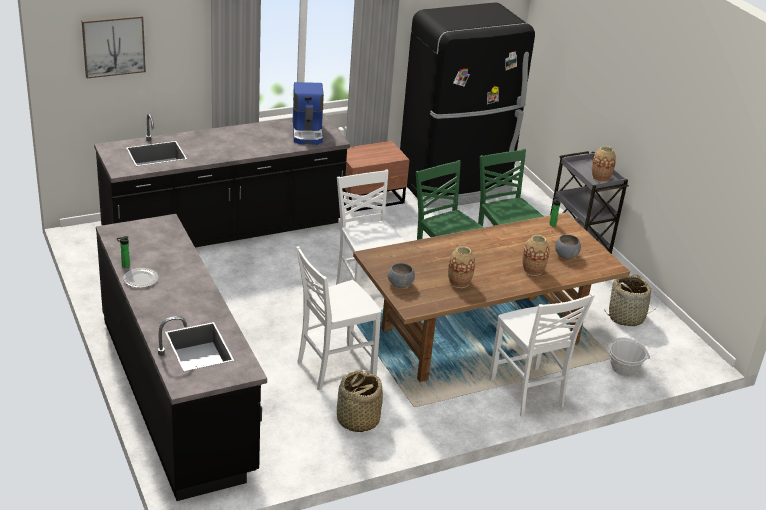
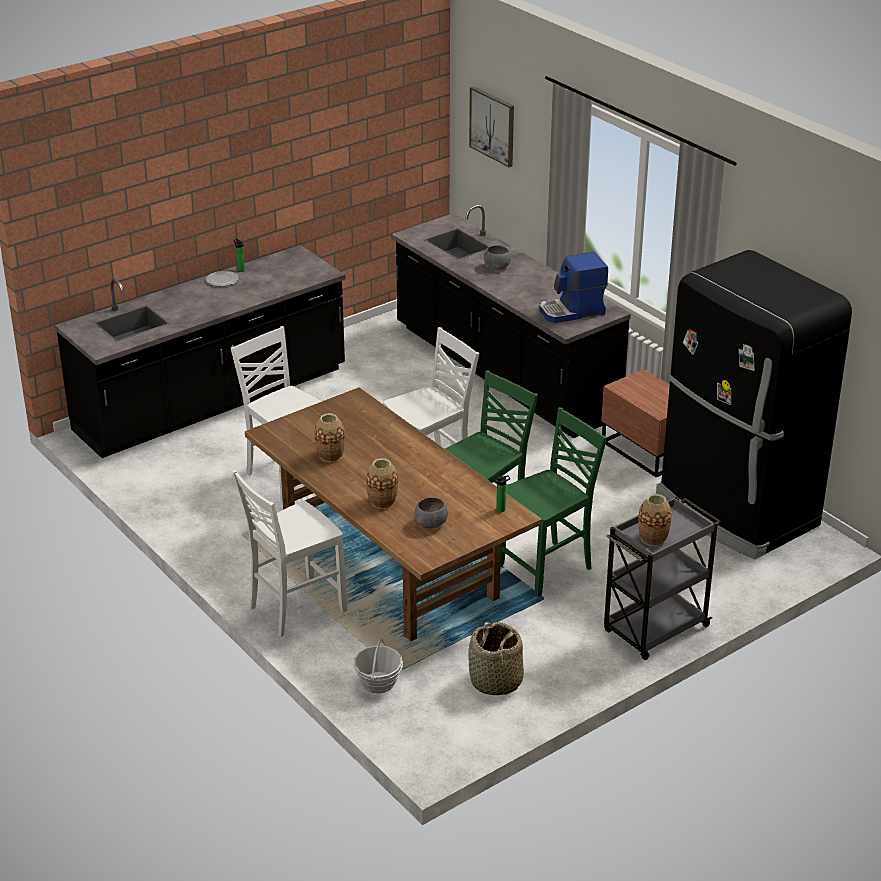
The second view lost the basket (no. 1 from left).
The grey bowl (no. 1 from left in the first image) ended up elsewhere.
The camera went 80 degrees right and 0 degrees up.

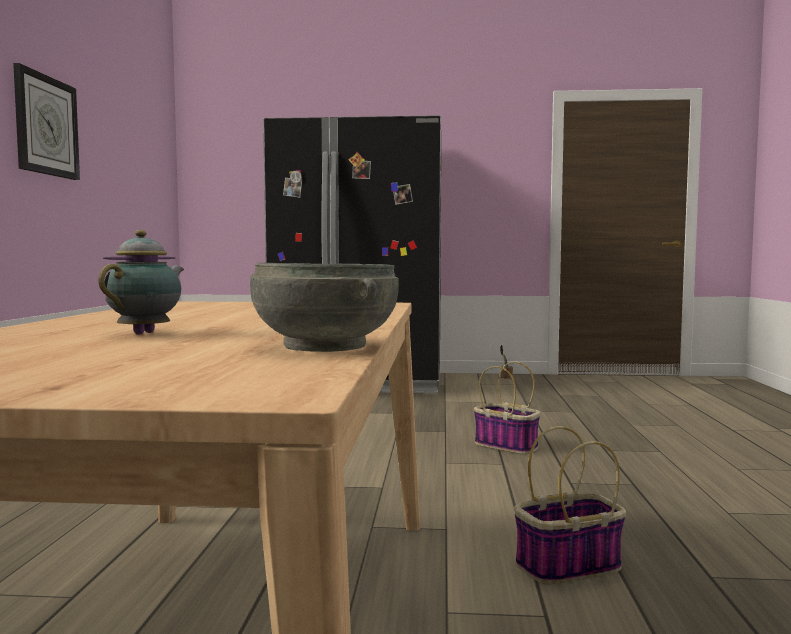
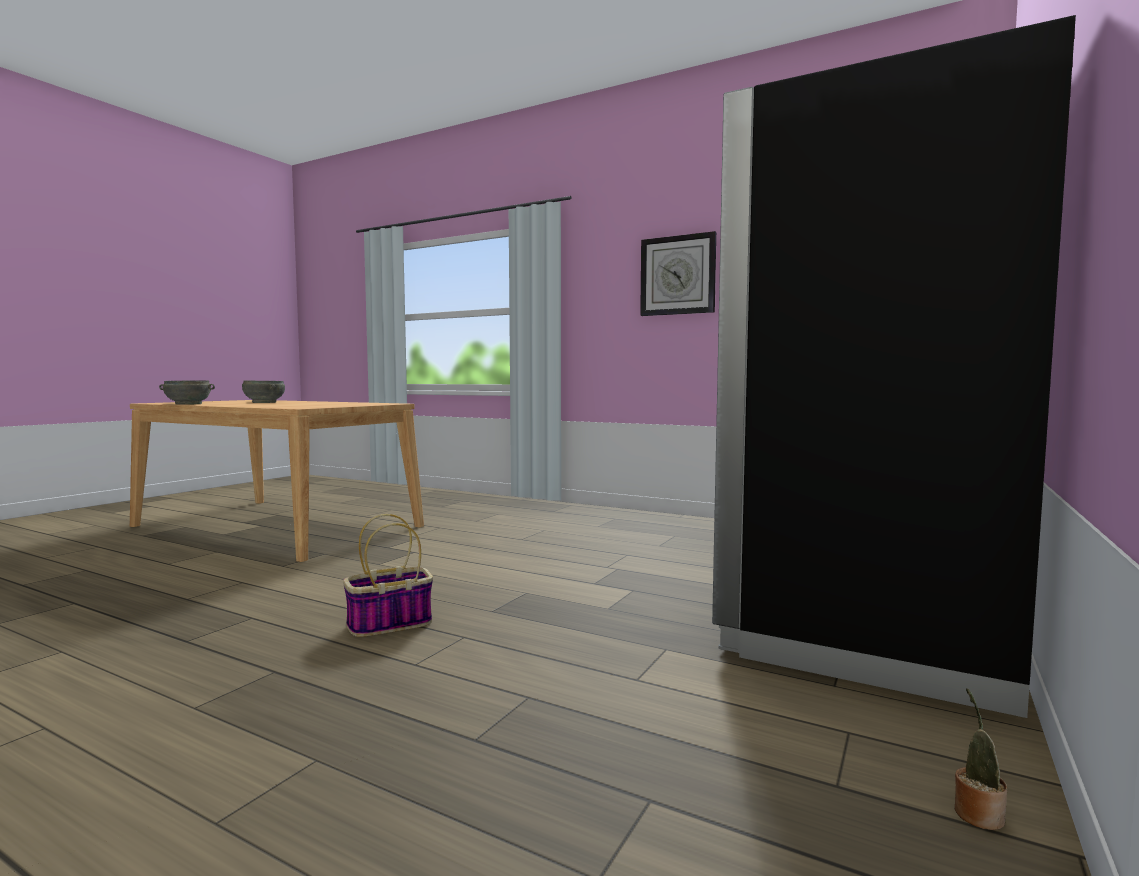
The second view lost the basket (no. 2 from left).
Where the teapot stood, the grey bowl (no. 2 from left) came to stand.
The camera went 115 degrees right and 0 degrees up.

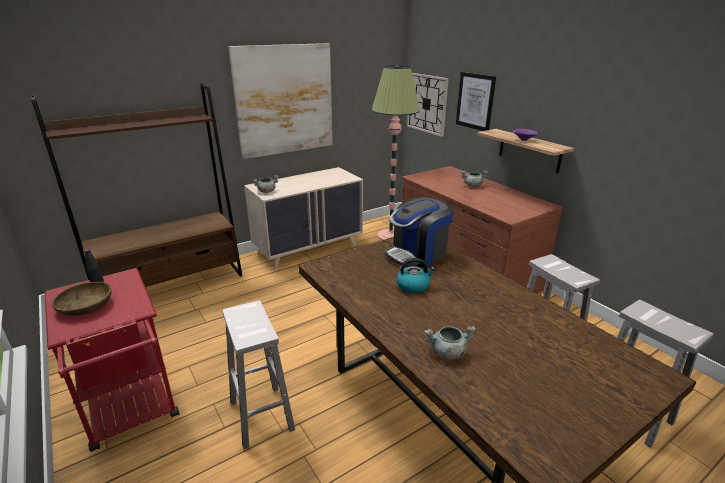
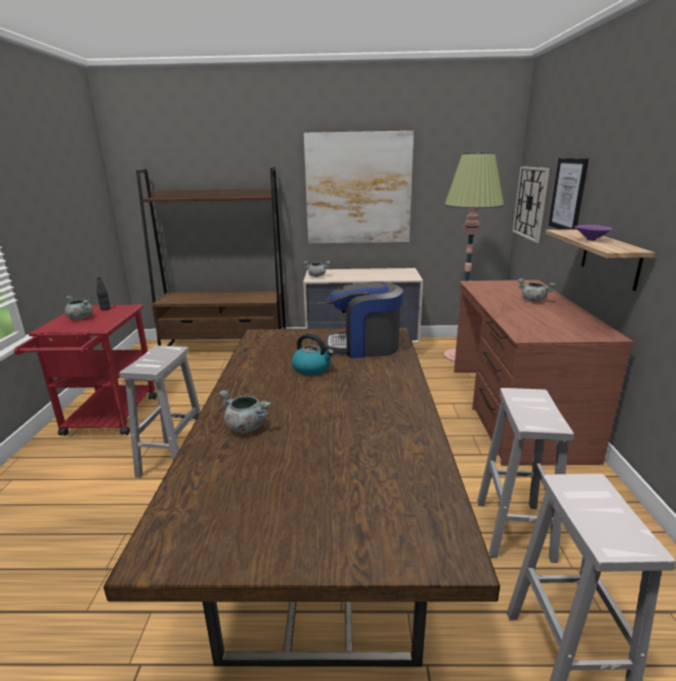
Where the brown bowl stood, the grey cooking pot (no. 1 from left) came to stand.
The camera went 35 degrees right and 5 degrees down.

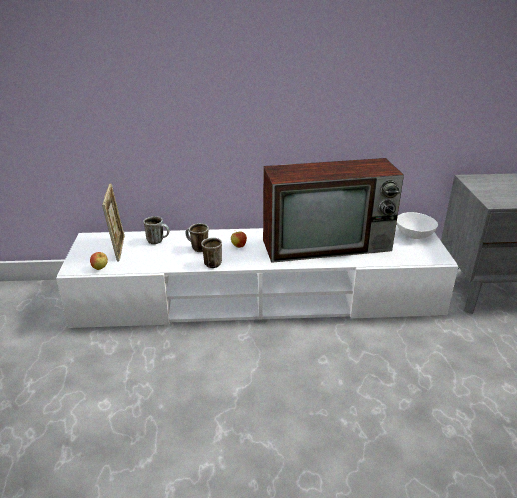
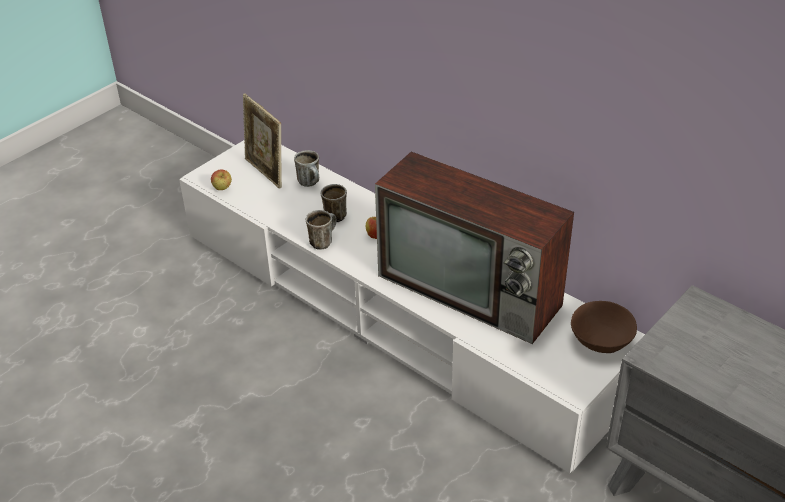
What was the white bowl turned into the brown bowl.
The picture frame ended up facing another way, 105 degrees clockwise from before.
The camera went 45 degrees right and 10 degrees up.

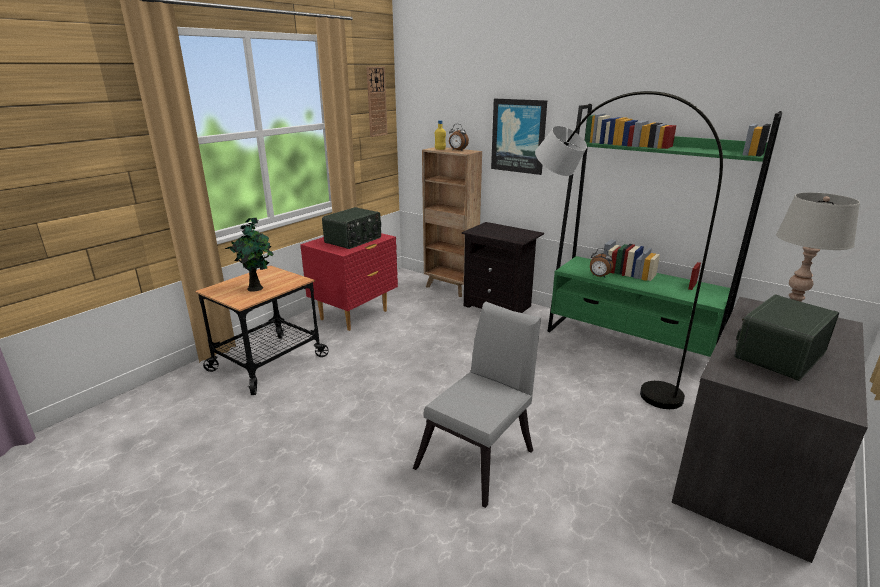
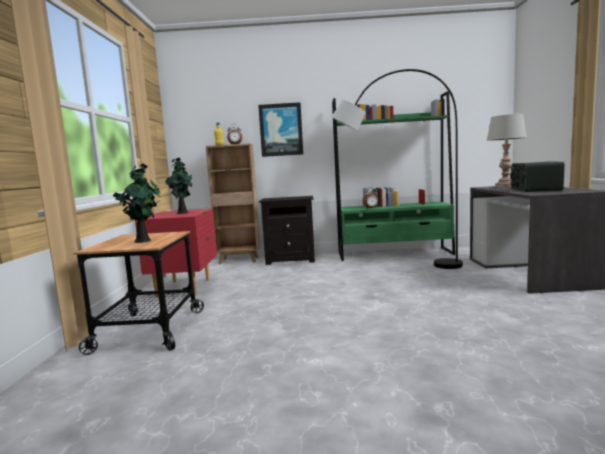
The second view lost the wall clock.
The second view lost the grey chair.
Where the radio (no. 1 from left) stood, the potted plant (no. 2 from left) came to stand.
The camera went 35 degrees left and 15 degrees down.

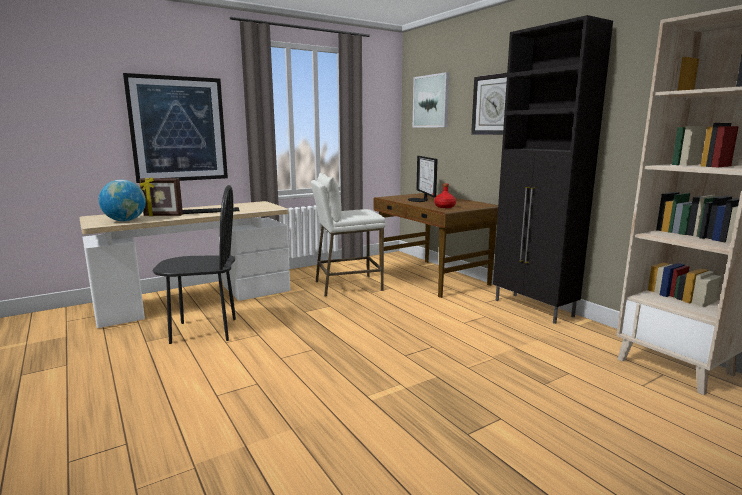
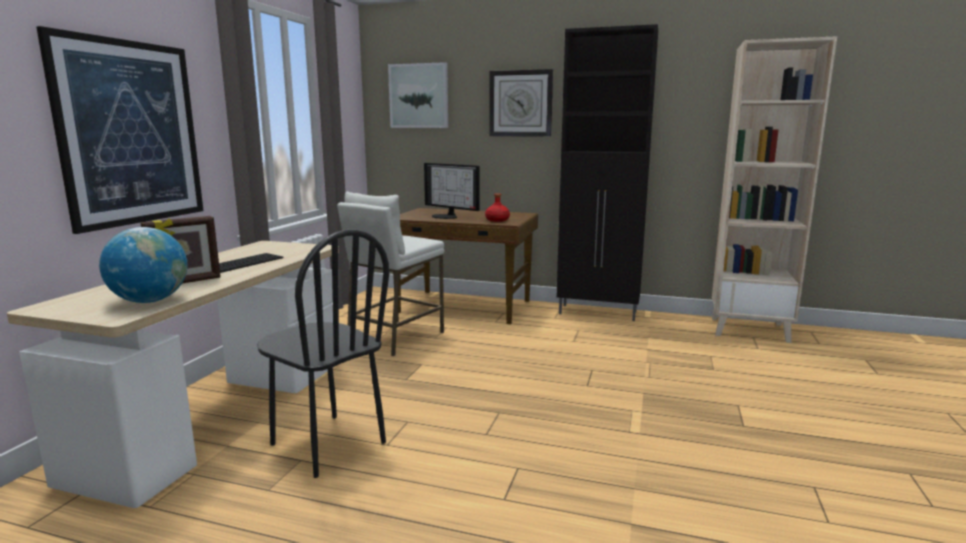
The black chair ended up facing another way, 90 degrees clockwise from before.
The camera went 40 degrees left and 0 degrees up.

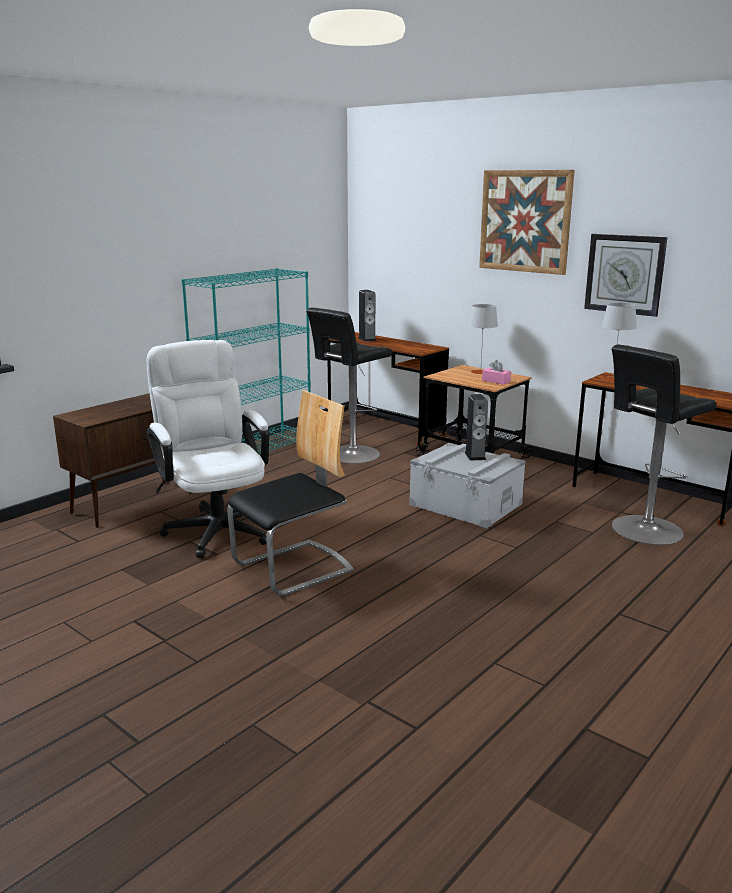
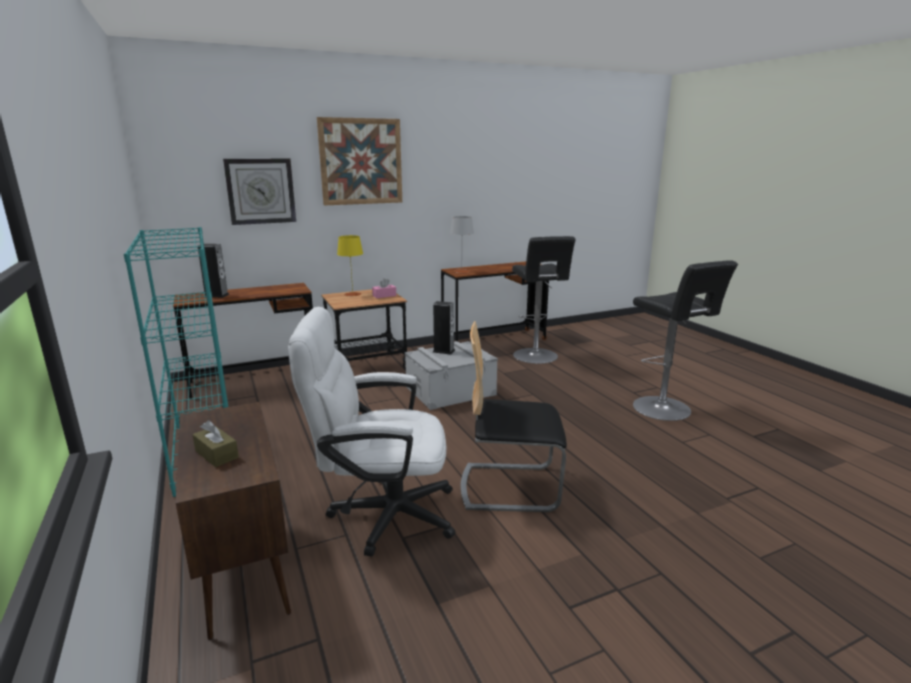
The second view gained the brown tissue box.
The black stool (no. 1 from left in the first image) ended up elsewhere.
The wall clock ended up elsewhere.
What was the grey table lamp (no. 1 from left) turned into the yellow table lamp.
The chair ended up facing another way, 75 degrees counterclockwise from before.
The camera went 65 degrees left and 0 degrees up.

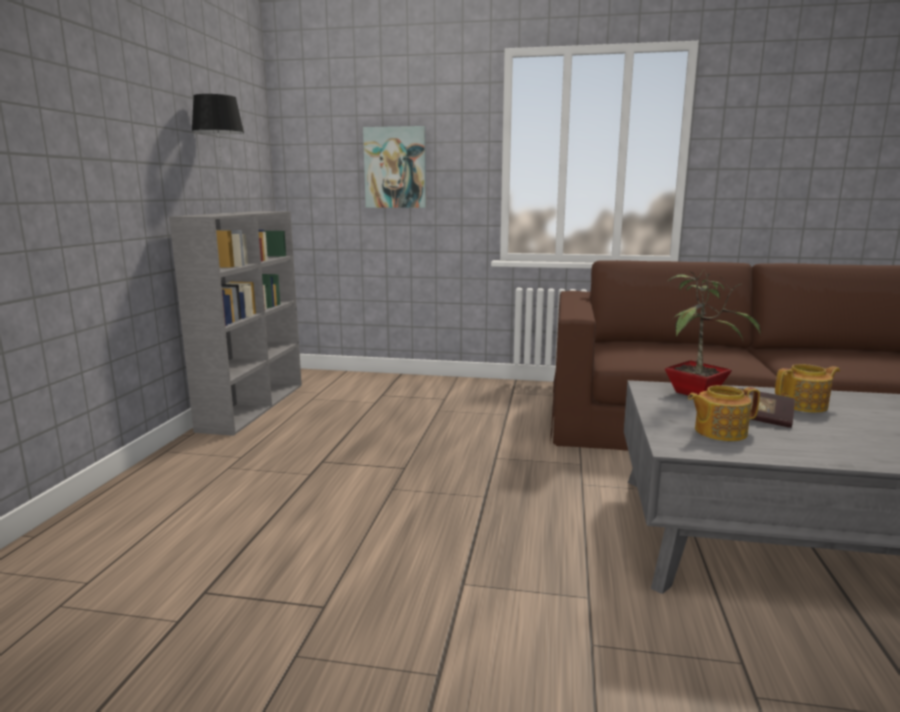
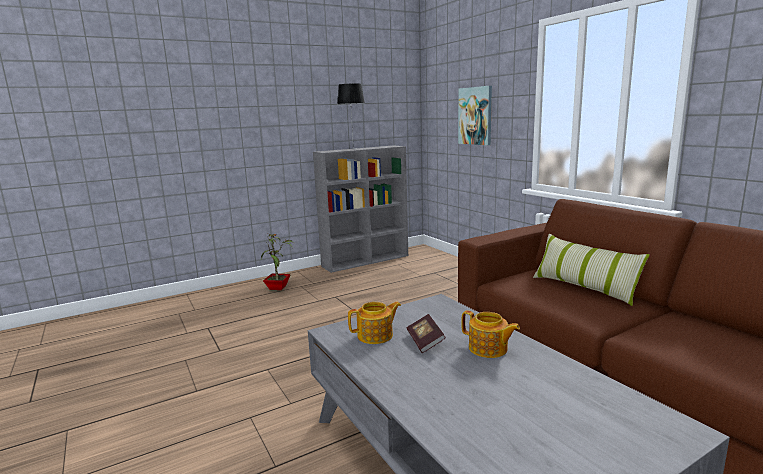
The second view gained the pillow.
The potted plant ended up elsewhere.
The teapot (no. 1 from left) ended up facing another way, 120 degrees clockwise from before.
The camera went 50 degrees right and 0 degrees up.

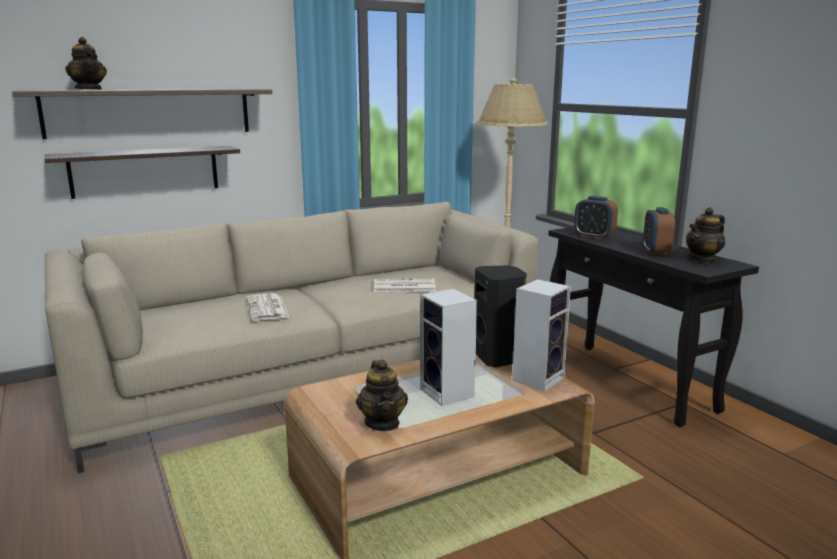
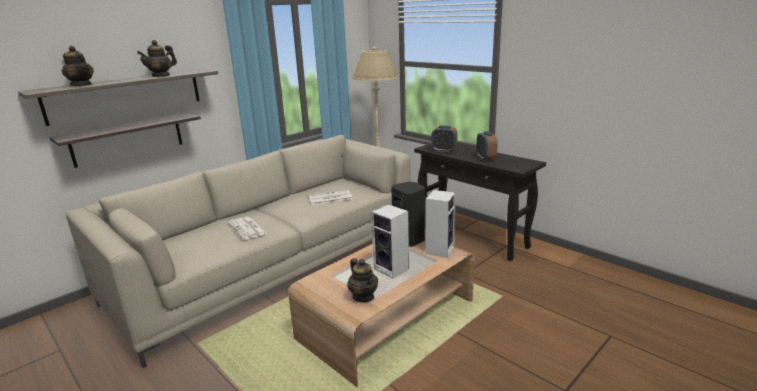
The teapot (no. 3 from left in the first image) ended up elsewhere.
The camera went 15 degrees left and 5 degrees up.

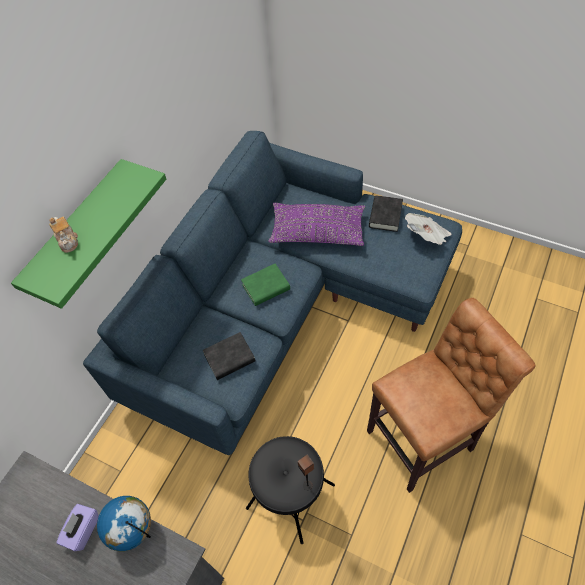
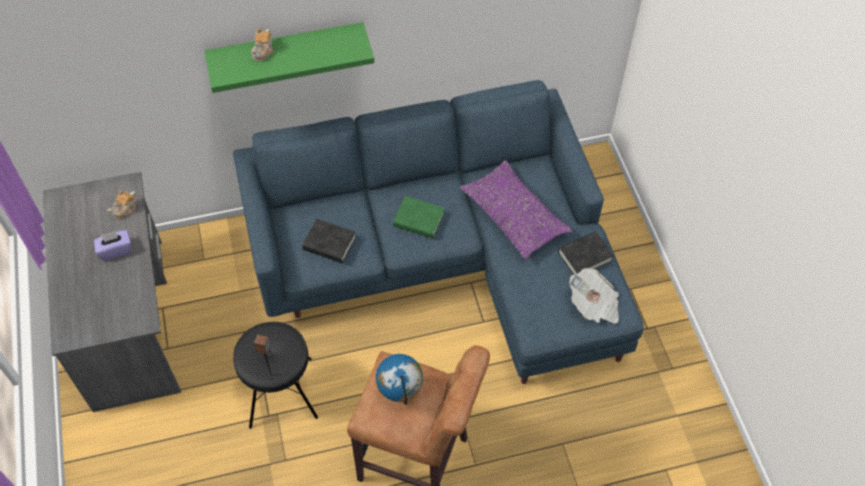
The second view gained the teapot (no. 1 from left).
The globe ended up elsewhere.
The camera went 45 degrees right and 0 degrees up.

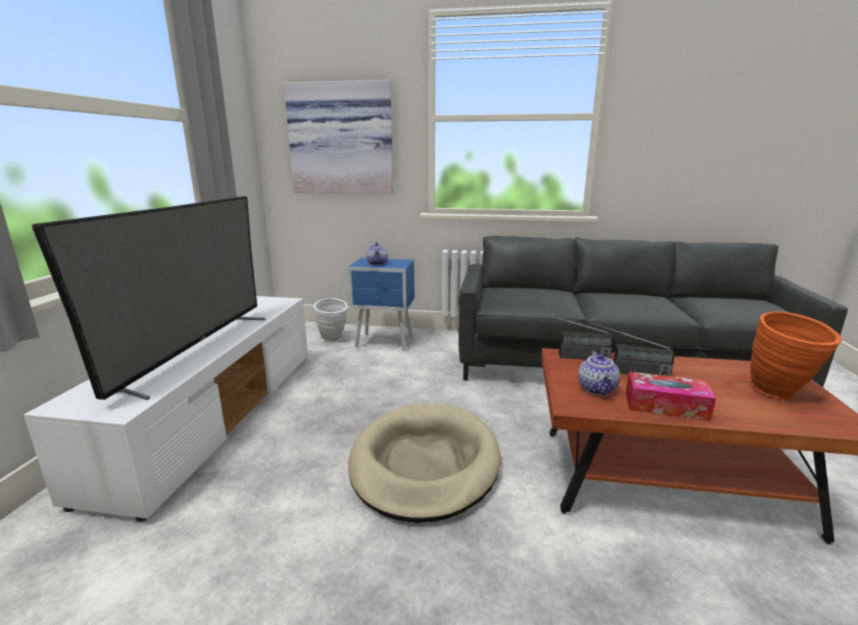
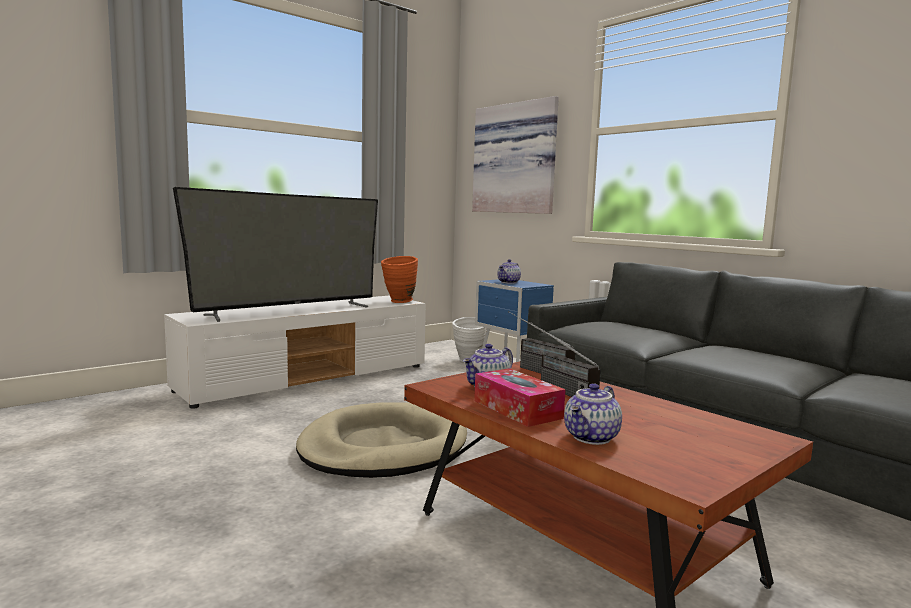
The second view gained the teapot (no. 3 from left).
The orange vase ended up elsewhere.
The camera went 40 degrees right and 10 degrees down.

